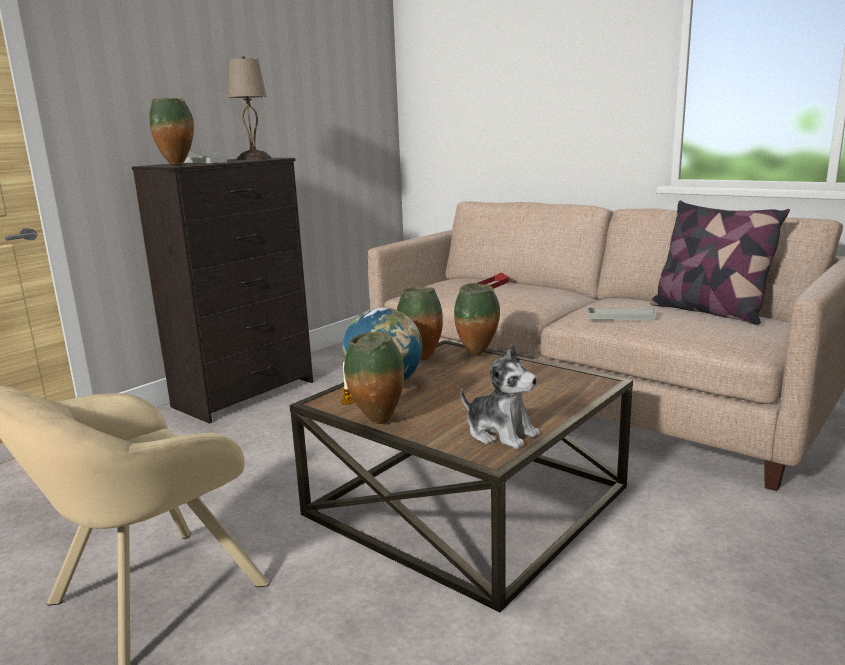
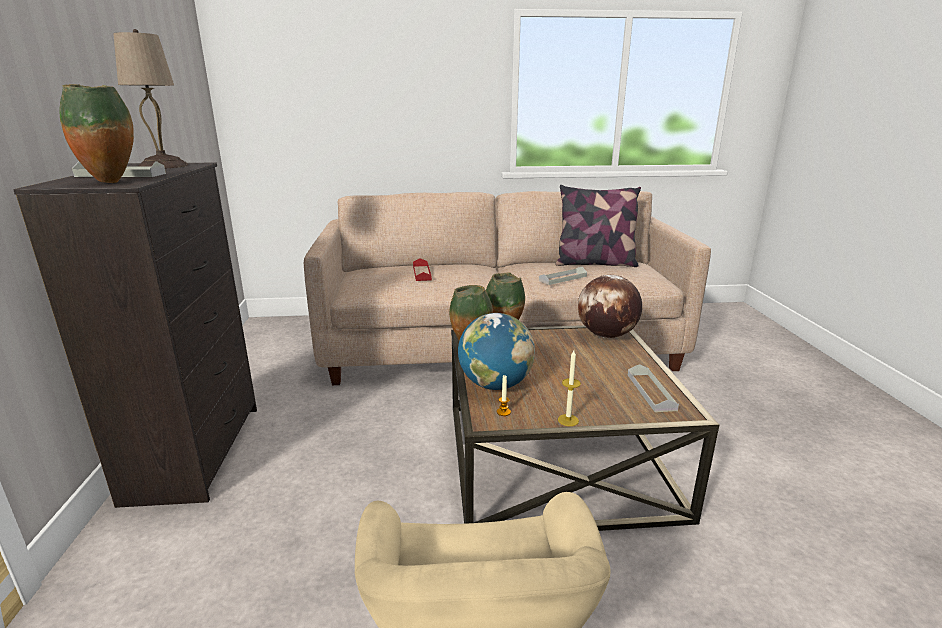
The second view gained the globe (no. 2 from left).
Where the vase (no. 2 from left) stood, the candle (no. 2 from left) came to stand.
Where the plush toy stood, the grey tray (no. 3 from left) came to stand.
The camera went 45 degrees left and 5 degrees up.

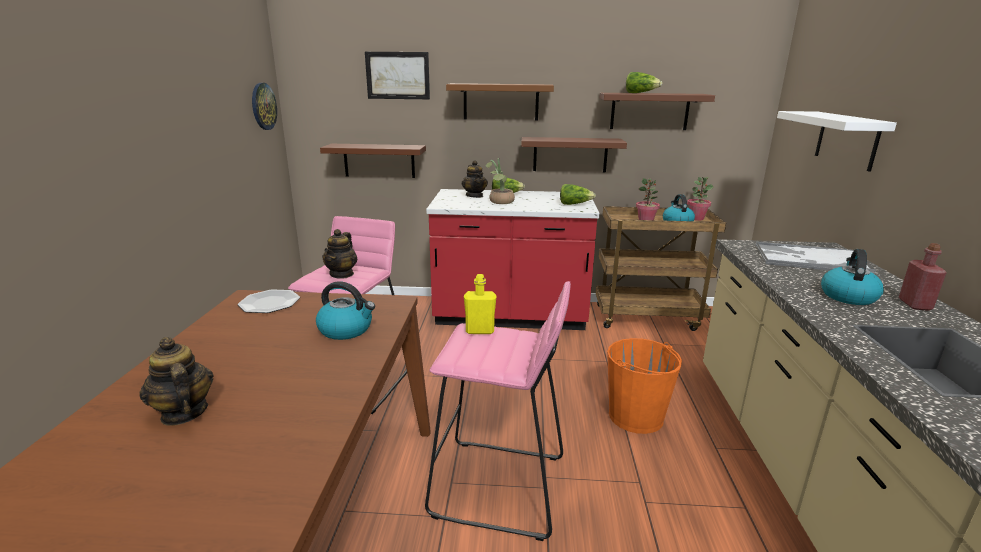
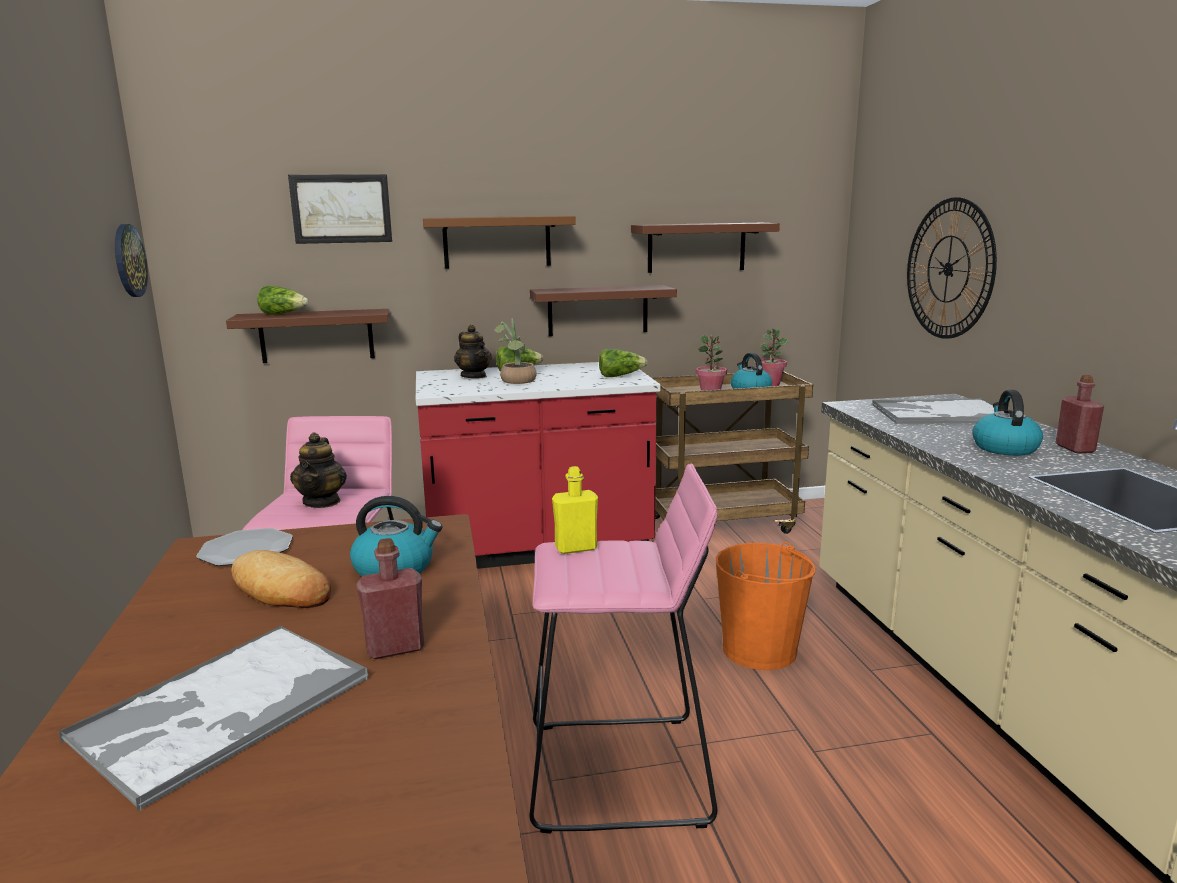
The second view gained the bread.
The second view gained the red bottle (no. 1 from left).
The lettuce (no. 3 from left in the first image) ended up elsewhere.
Where the teapot (no. 1 from left) stood, the tray (no. 1 from left) came to stand.
Where the white shelf hung, the wall clock (no. 2 from left) came to hang.
The camera went 15 degrees left and 5 degrees down.

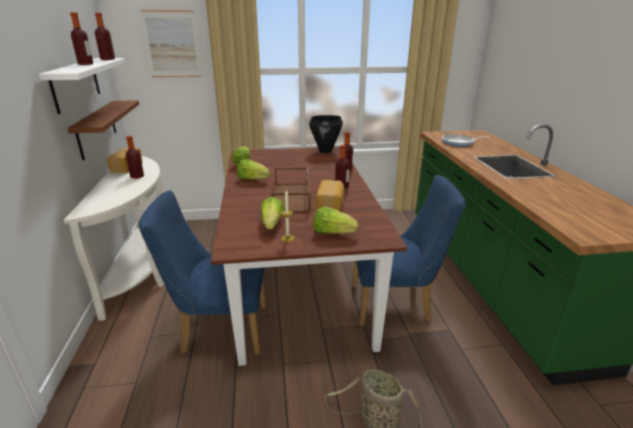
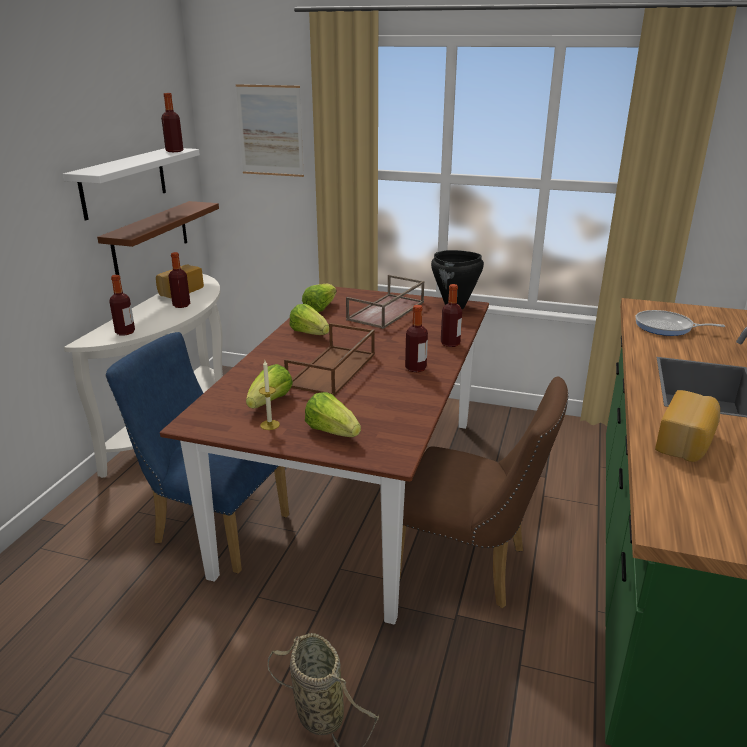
The second view gained the brown tray (no. 2 from left).
The bottle (no. 1 from left) ended up elsewhere.
The bread (no. 2 from left) ended up elsewhere.
What was the blue chair (no. 2 from left) turned into the brown chair.
The camera went 25 degrees right and 0 degrees up.

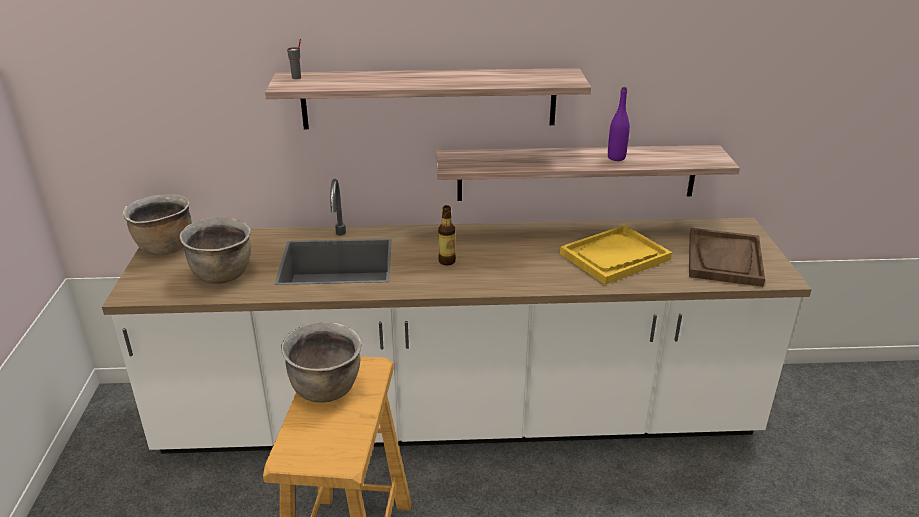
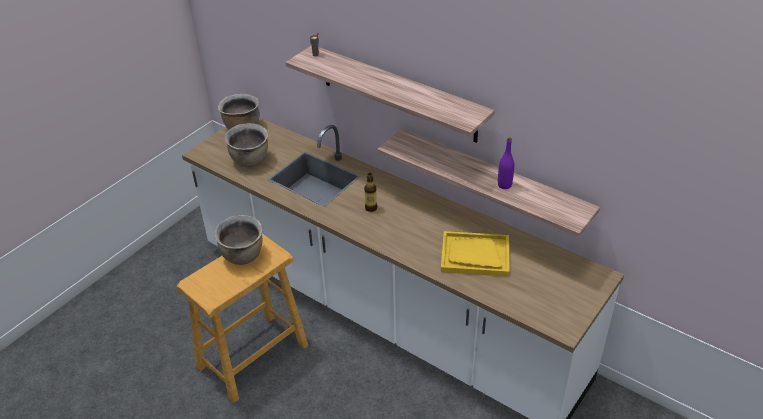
The second view lost the brown tray.
The camera went 40 degrees right and 10 degrees up.

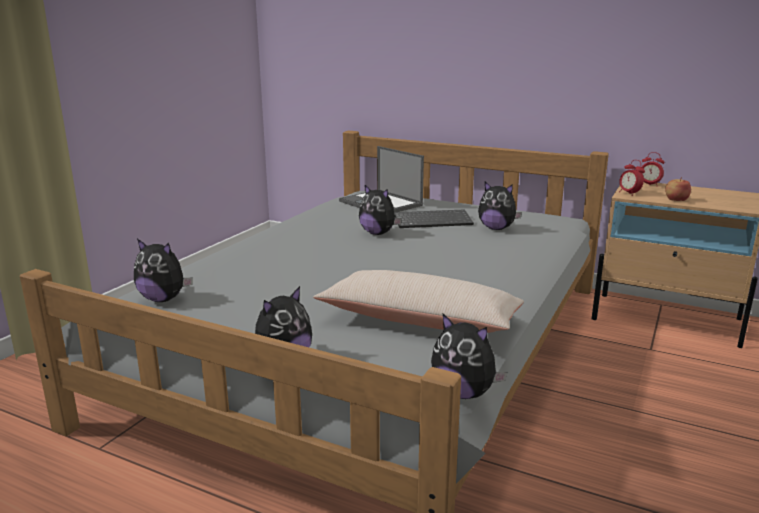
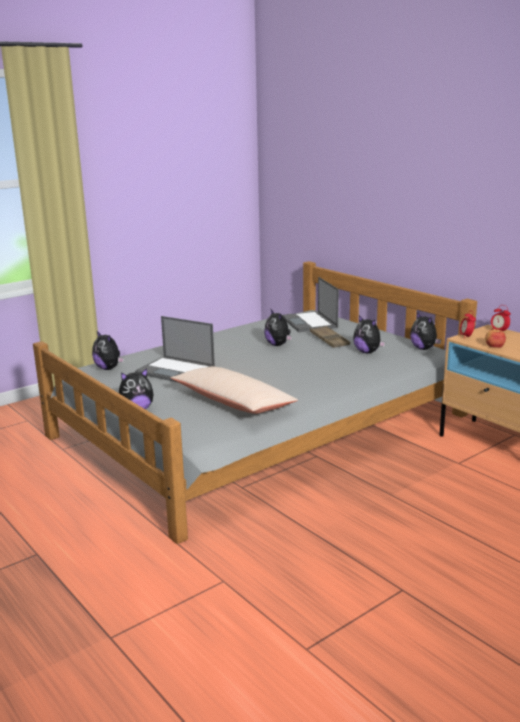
The second view gained the laptop (no. 1 from left).
The plush toy (no. 4 from left in the first image) ended up elsewhere.
Where the keyboard stood, the brown tray came to stand.
The camera went 25 degrees right and 0 degrees up.

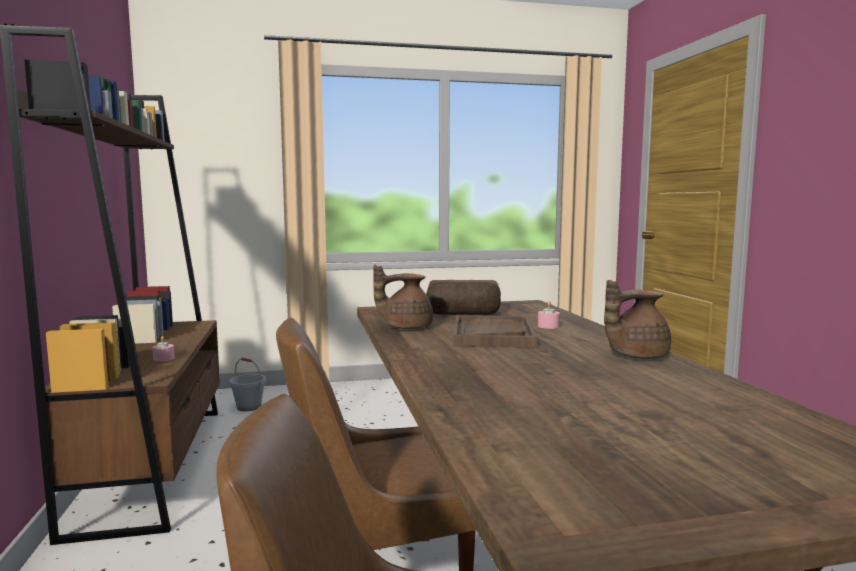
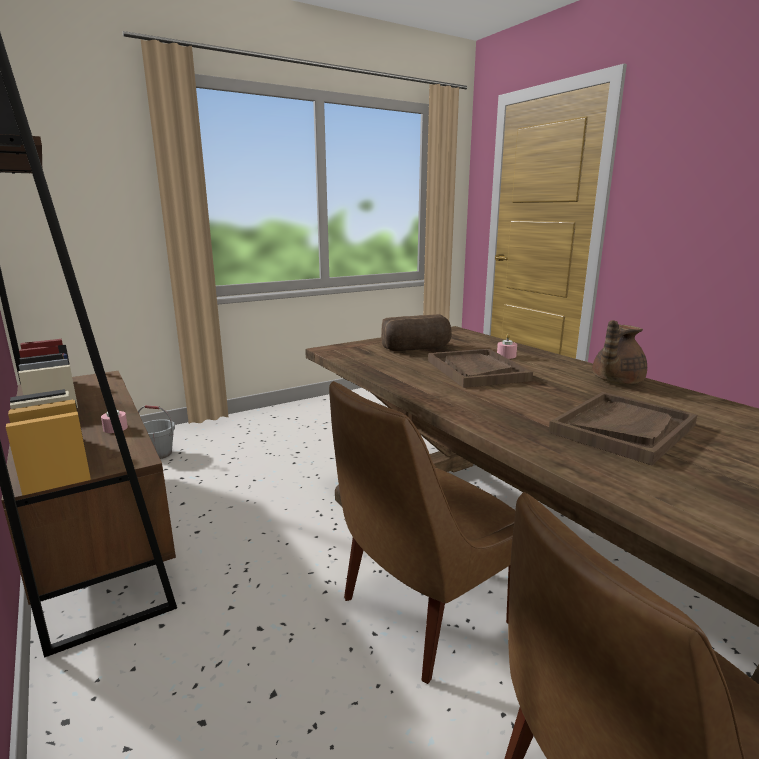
The second view lost the brown teapot (no. 1 from left).
The second view gained the brown tray (no. 2 from left).
The camera went 20 degrees left and 10 degrees up.

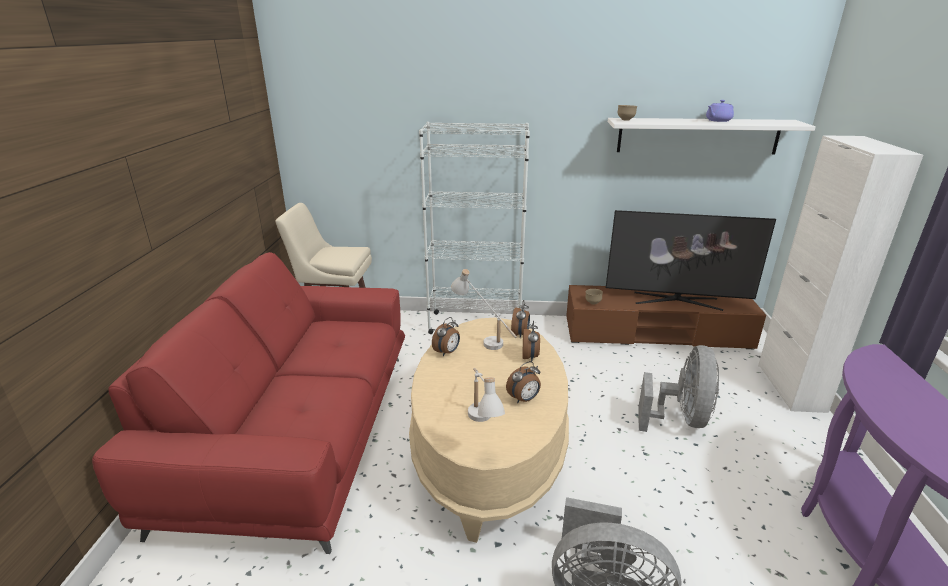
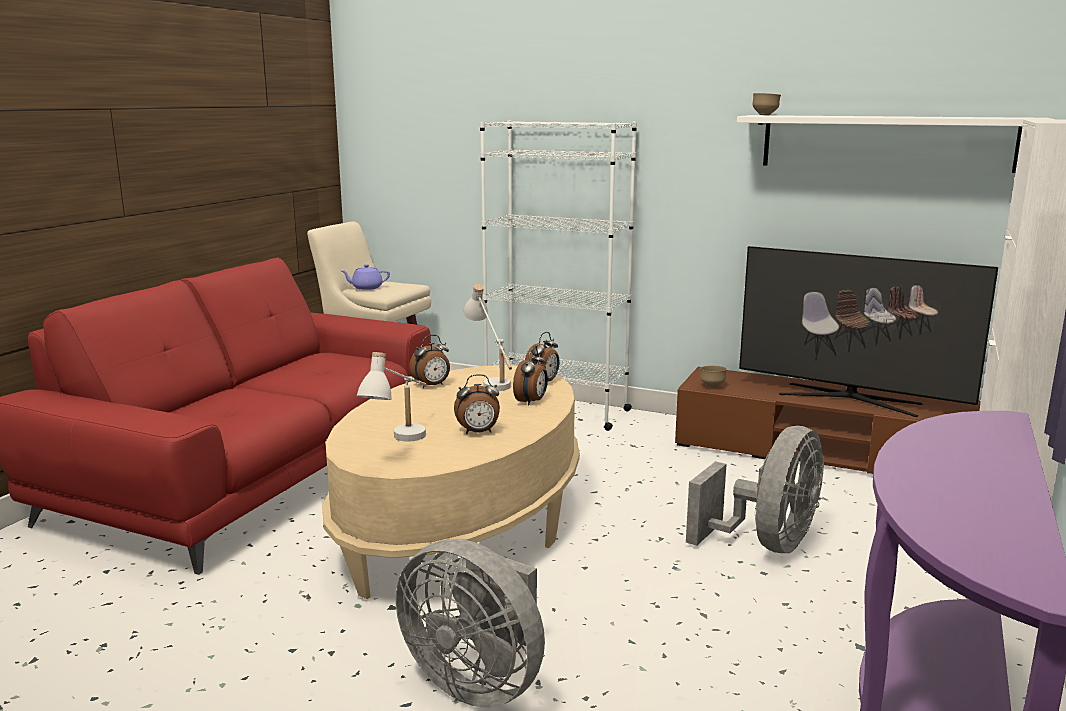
The purple teapot ended up elsewhere.
The camera went 20 degrees right and 10 degrees down.

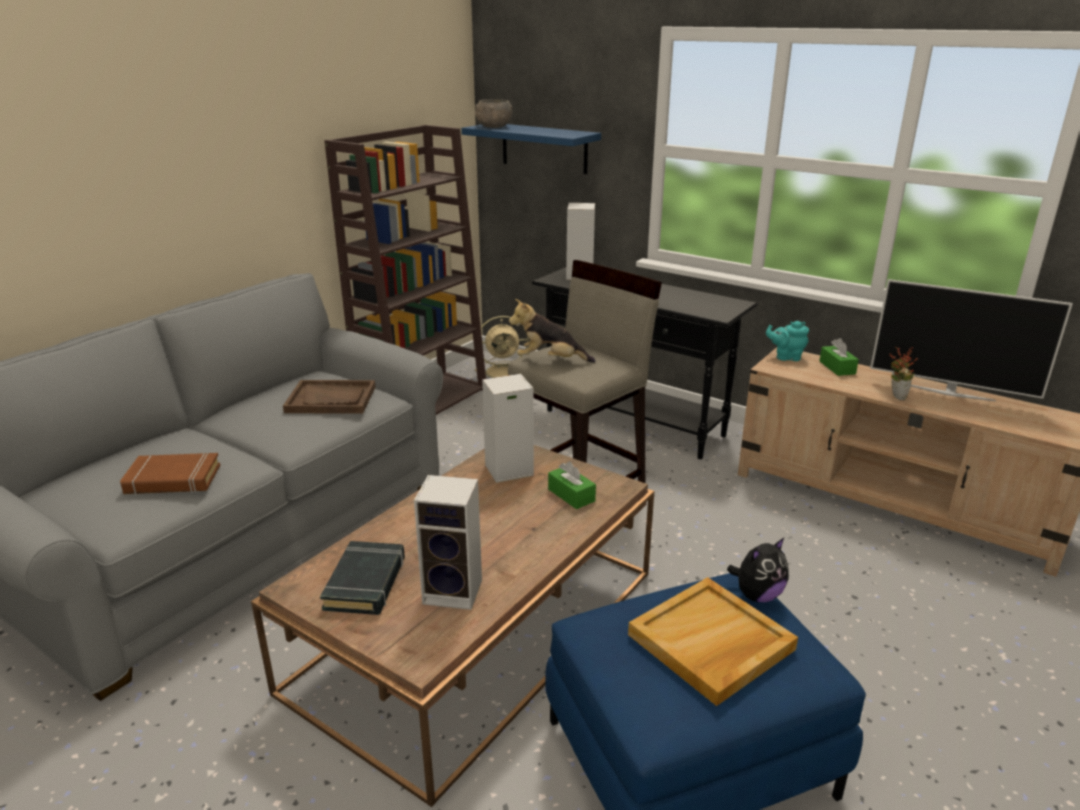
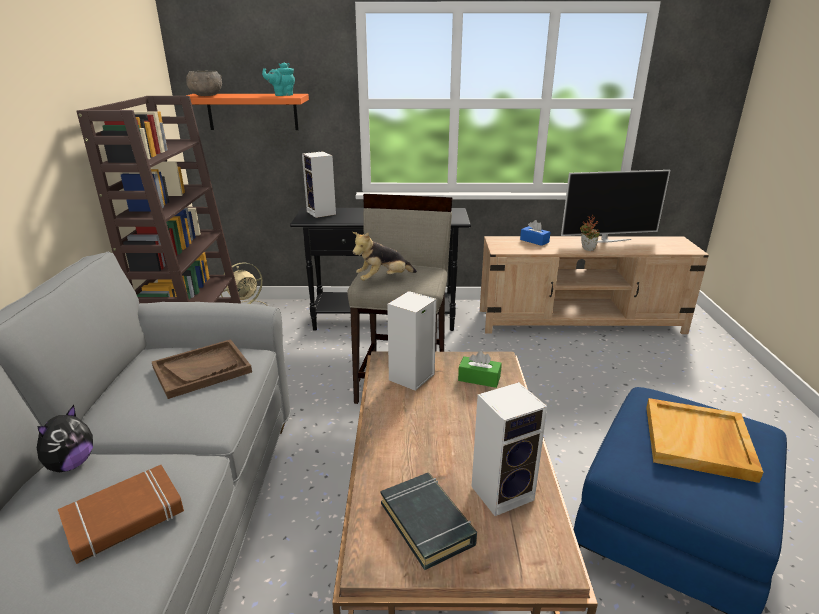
The plush toy (no. 2 from left in the first image) ended up elsewhere.
The turquoise teapot ended up elsewhere.
What was the blue shelf turned into the orange shelf.
What was the green tissue box (no. 2 from left) turned into the blue tissue box.
The camera went 35 degrees left and 0 degrees up.

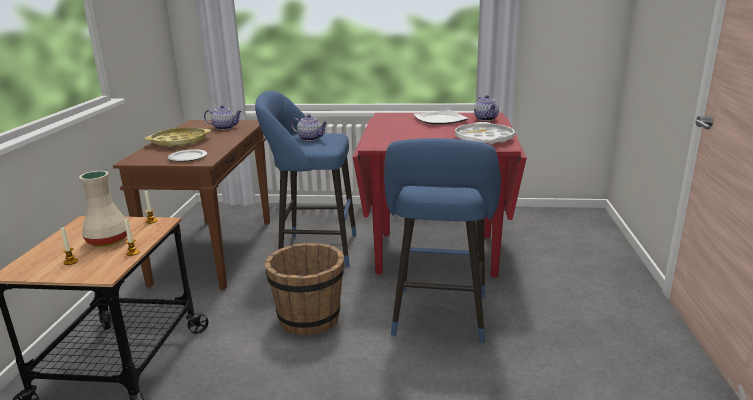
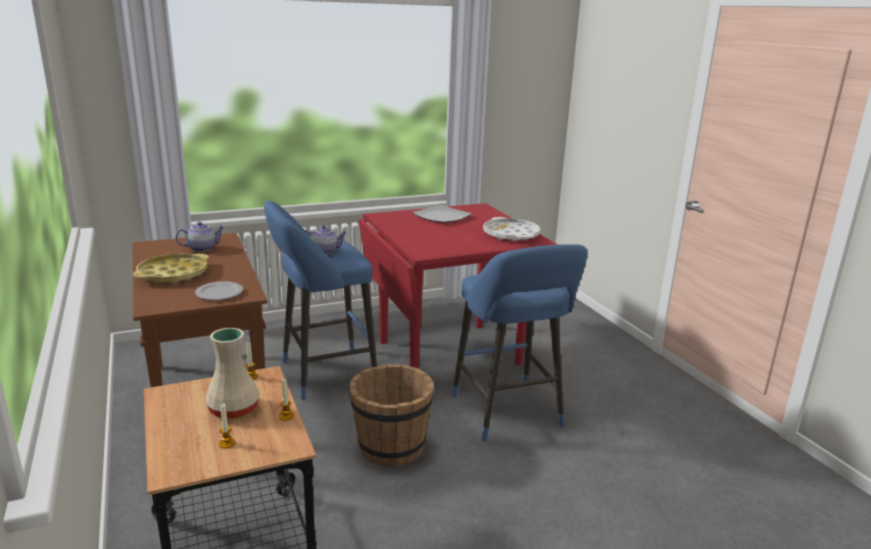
The second view lost the teapot (no. 3 from left).
The camera went 30 degrees left and 0 degrees up.

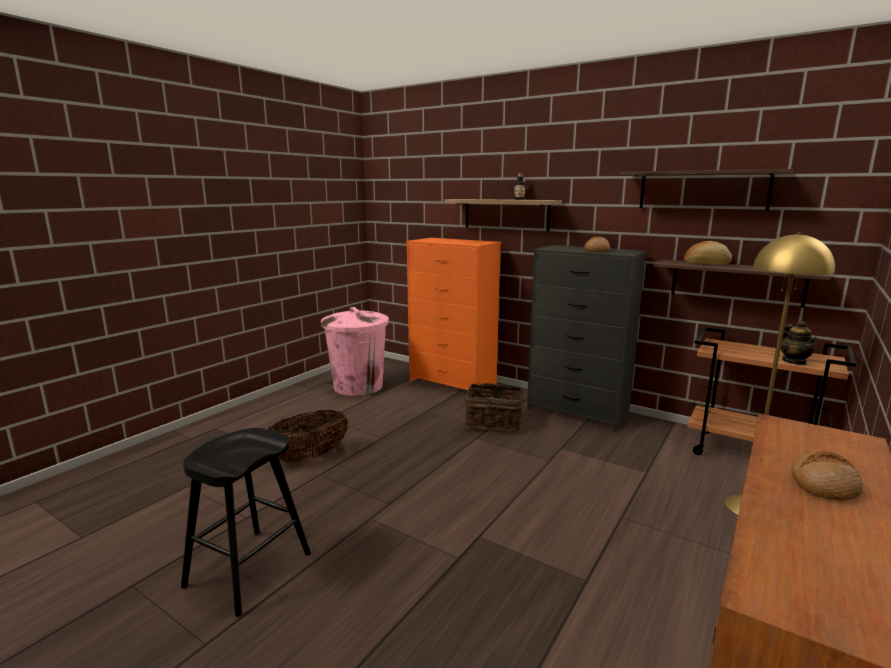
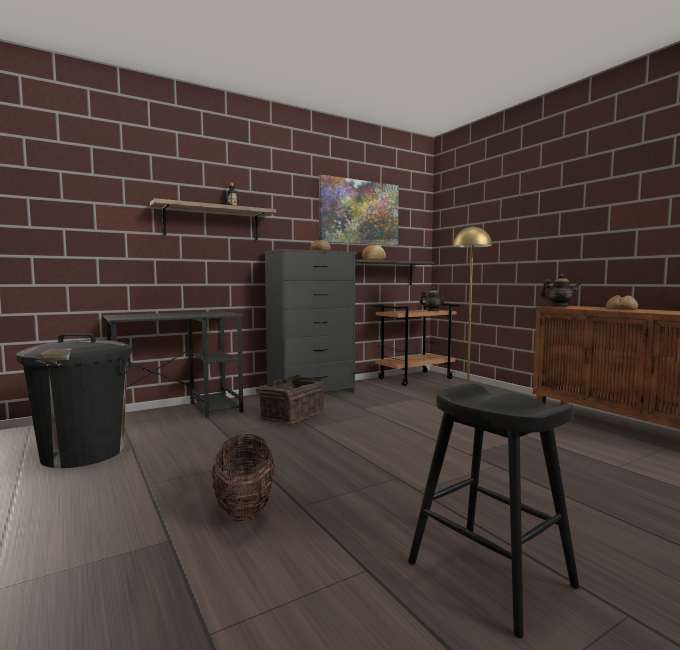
The second view gained the teapot (no. 2 from left).
Where the orange dresser stood, the black desk came to stand.
Where the shelf (no. 2 from left) hung, the picture came to hang.
What was the pink trash can turned into the black trash can.
The camera went 65 degrees left and 10 degrees down.

